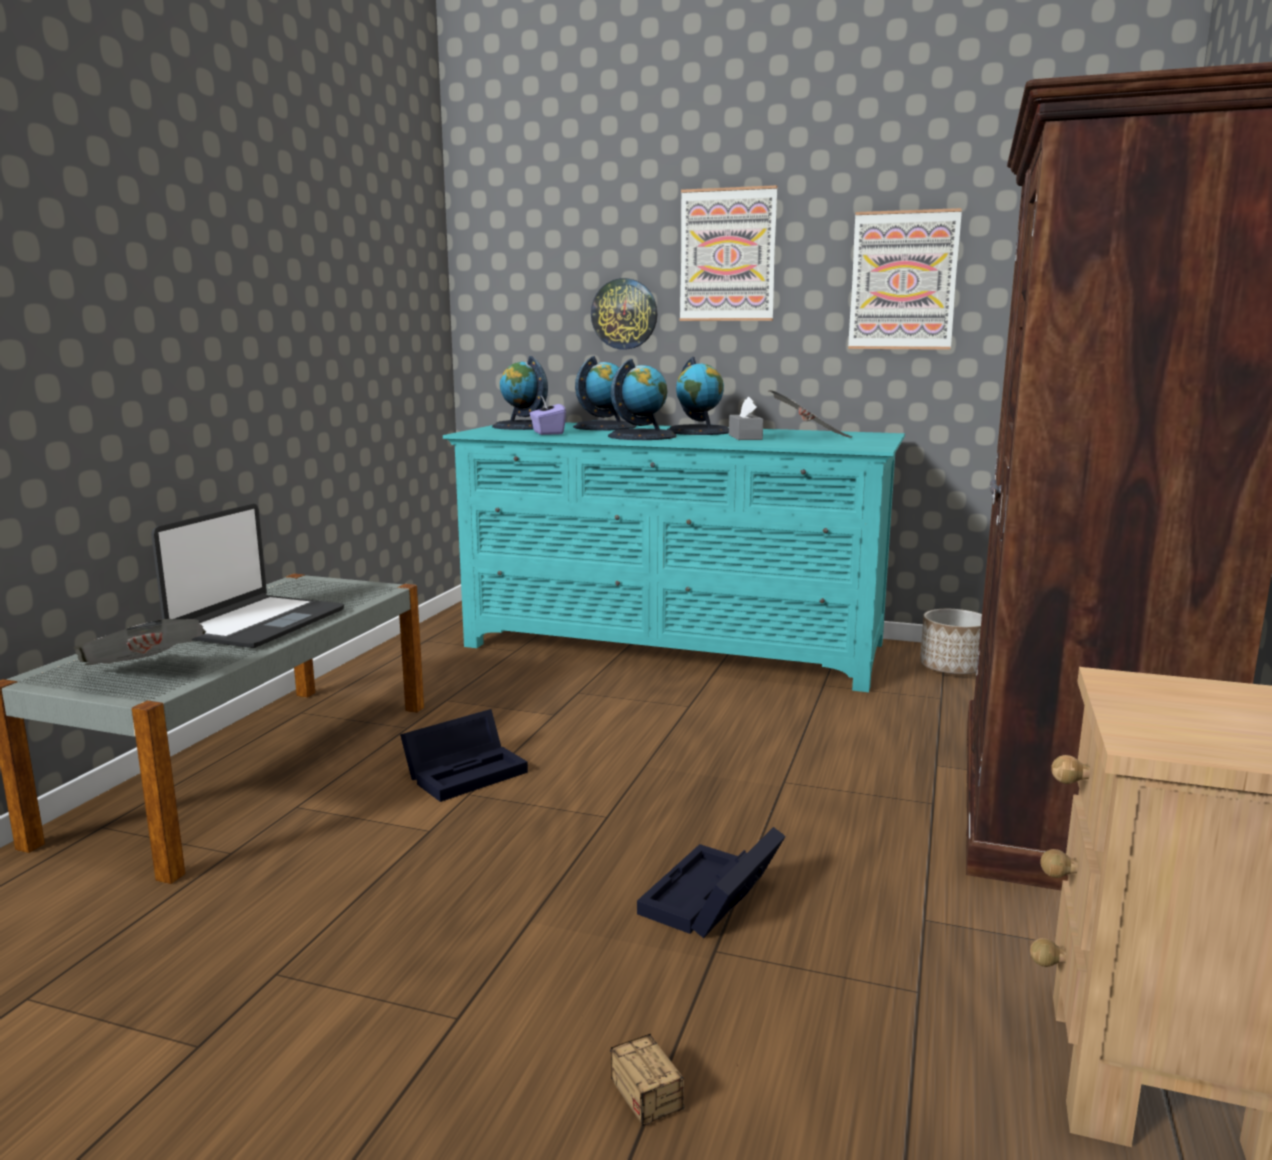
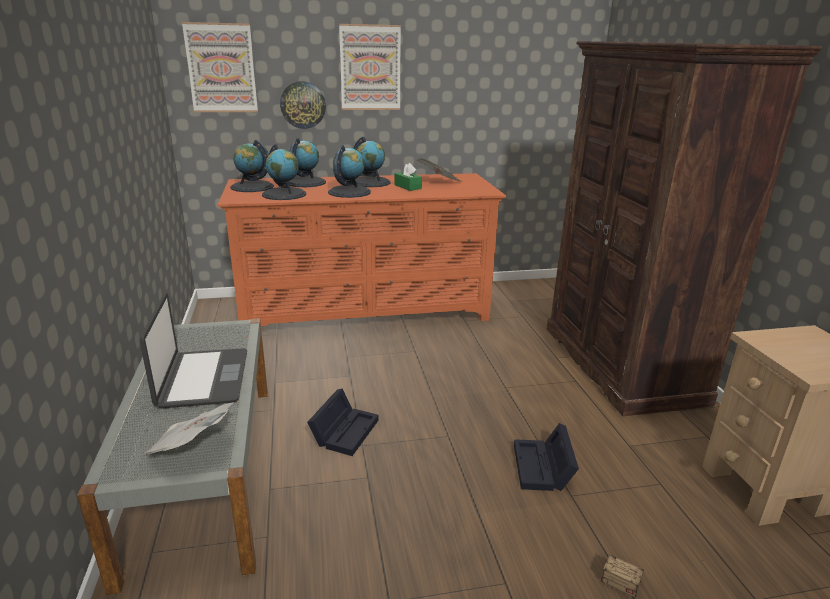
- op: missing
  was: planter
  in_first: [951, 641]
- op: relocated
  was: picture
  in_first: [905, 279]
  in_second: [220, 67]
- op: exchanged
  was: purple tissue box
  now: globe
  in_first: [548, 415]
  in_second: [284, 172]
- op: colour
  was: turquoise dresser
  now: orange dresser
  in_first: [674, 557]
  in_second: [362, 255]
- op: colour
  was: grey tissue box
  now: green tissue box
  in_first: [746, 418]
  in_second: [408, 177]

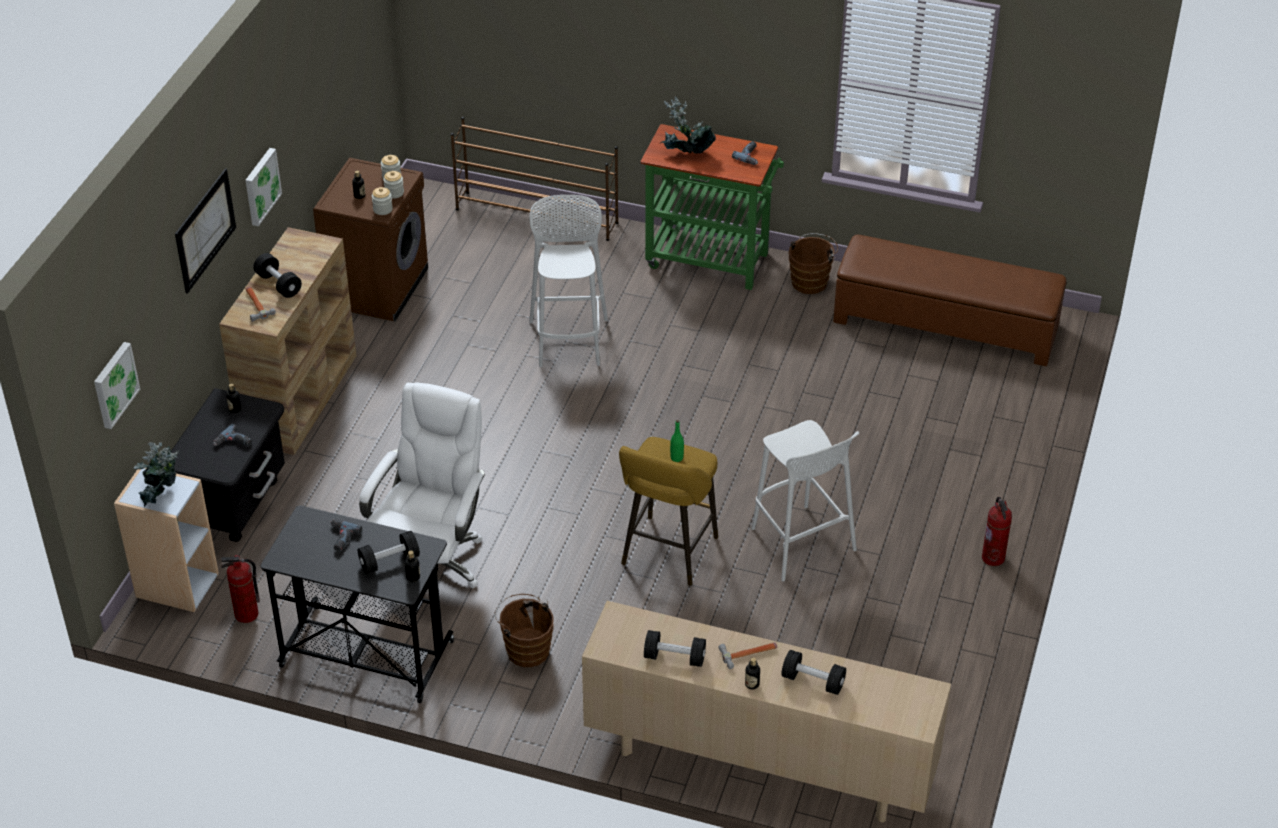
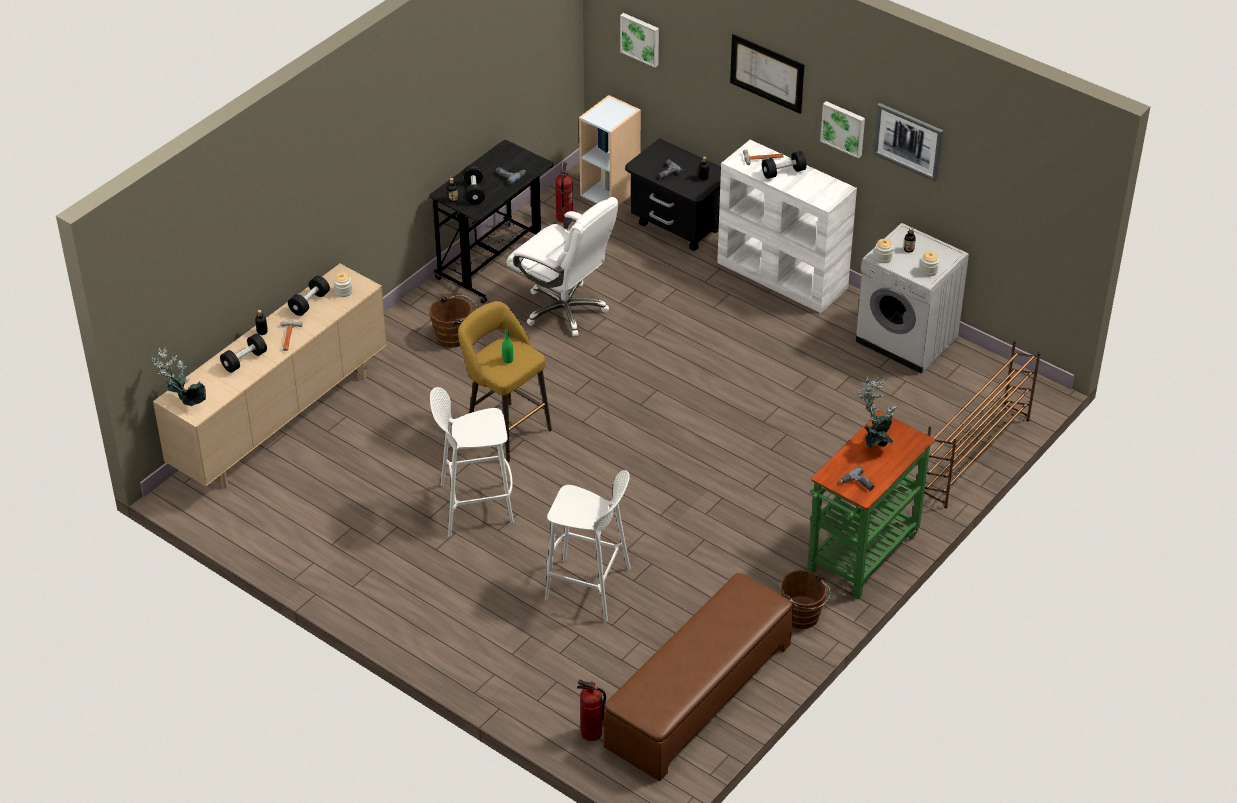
- op: appeared
  now: picture
  in_second: [908, 142]
- op: relocated
  was: potted plant
  in_first: [156, 474]
  in_second: [179, 377]
- op: relocated
  was: jar
  in_first: [393, 185]
  in_second: [343, 284]
- op: relocated
  was: white stool
  in_first: [568, 281]
  in_second: [588, 546]
- op: relocated
  was: fire extinguisher
  in_first: [997, 531]
  in_second: [591, 710]
- op: colour
  was: brown bookcase
  now: white bookcase
  in_first: [288, 341]
  in_second: [787, 226]
- op: colour
  was: brown washing machine
  now: white washing machine
  in_first: [370, 240]
  in_second: [912, 298]

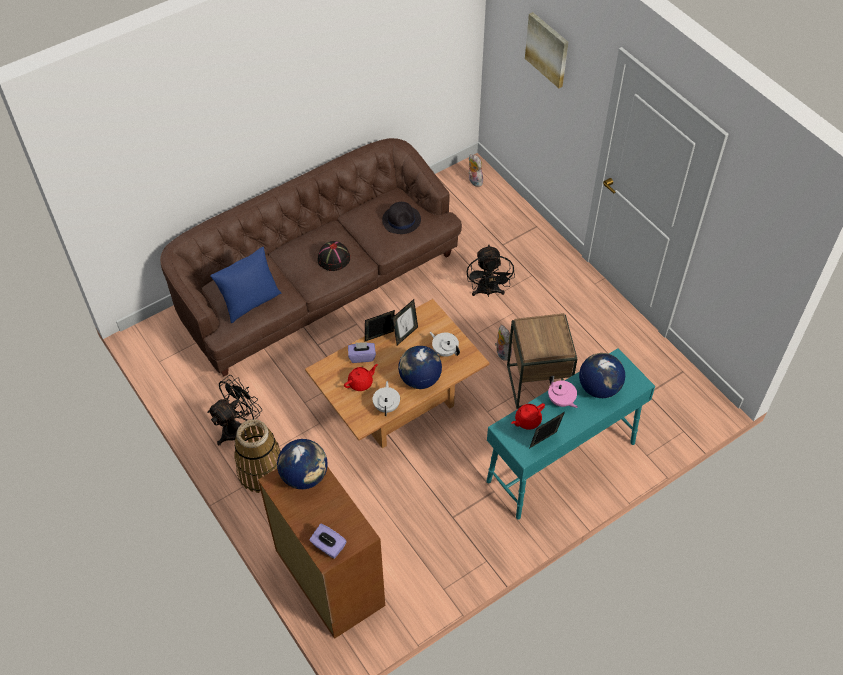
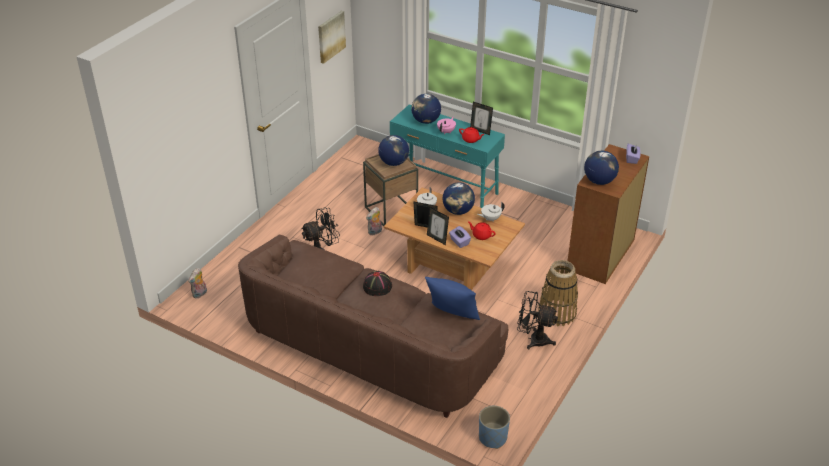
- op: missing
  was: black hat
  in_first: [401, 218]
- op: appeared
  now: globe
  in_second: [393, 150]
- op: appeared
  now: blue planter
  in_second: [494, 427]
- op: relocated
  was: picture
  in_first: [546, 50]
  in_second: [332, 37]

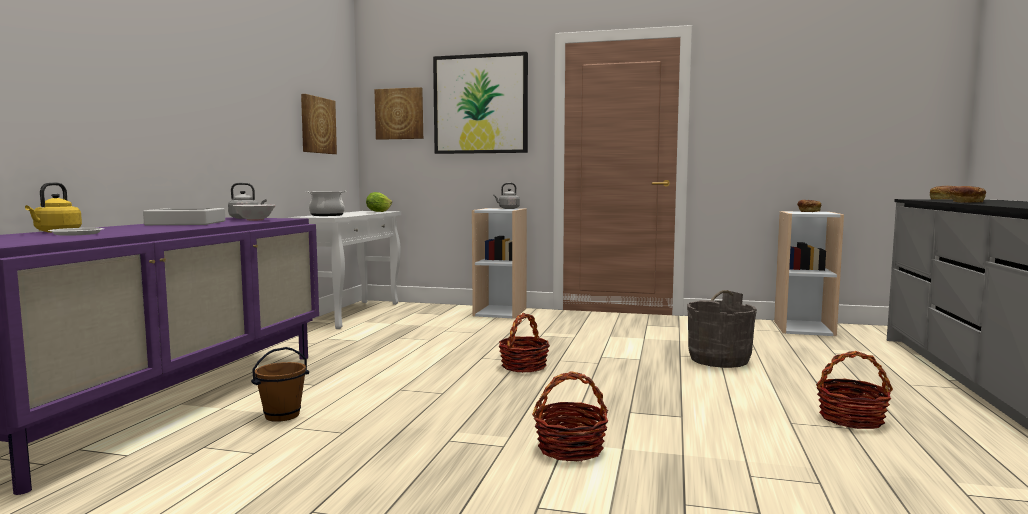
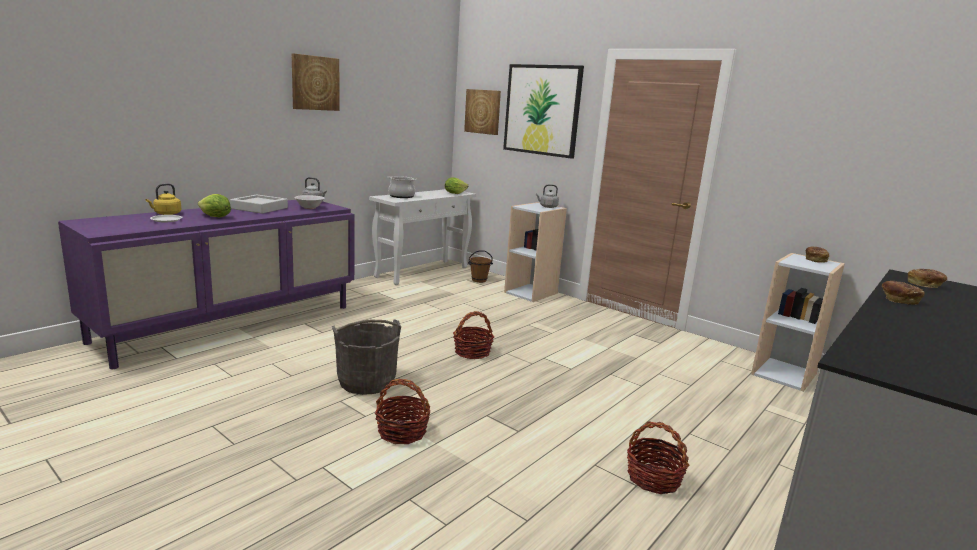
- op: appeared
  now: lettuce
  in_second: [214, 205]
- op: relocated
  was: brown bucket
  in_first: [280, 384]
  in_second: [480, 267]
- op: relocated
  was: picture
  in_first: [319, 124]
  in_second: [315, 82]
- op: relocated
  was: grey bucket
  in_first: [722, 329]
  in_second: [366, 357]

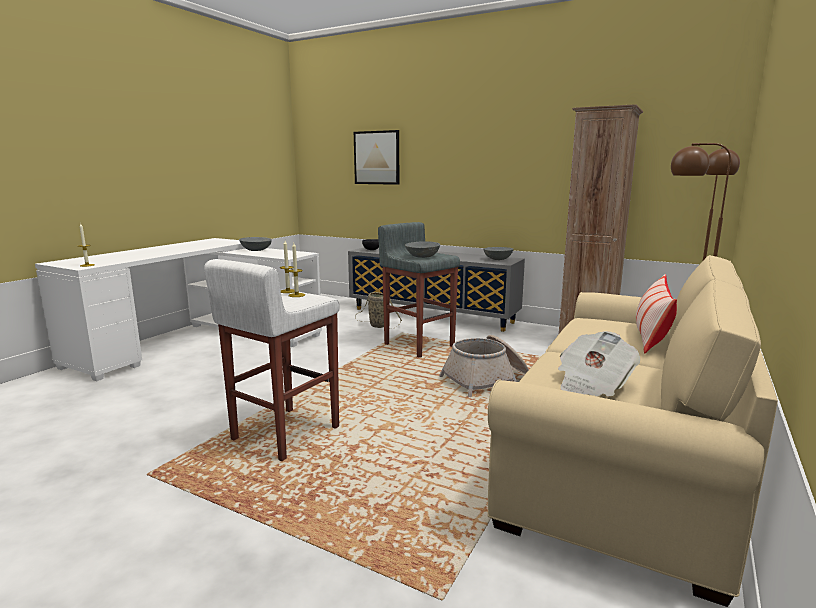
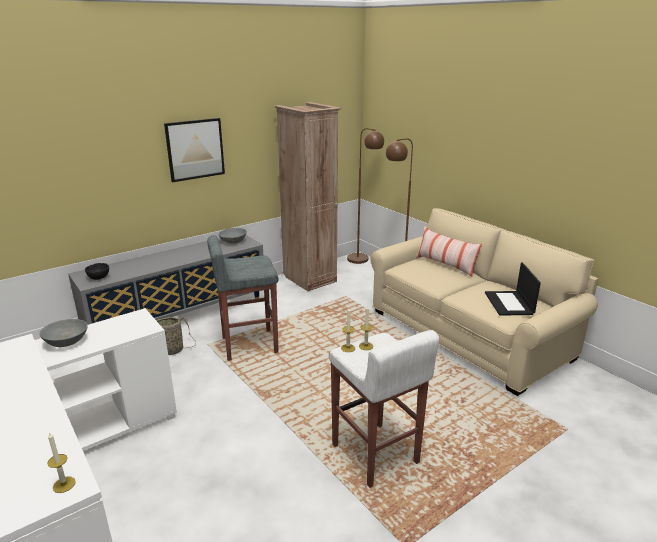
- op: missing
  was: grey bowl
  in_first: [422, 249]
- op: missing
  was: basket
  in_first: [484, 366]
- op: relocated
  was: picture
  in_first: [376, 157]
  in_second: [194, 150]
- op: exchanged
  was: newspaper
  now: laptop
  in_first: [599, 364]
  in_second: [513, 289]

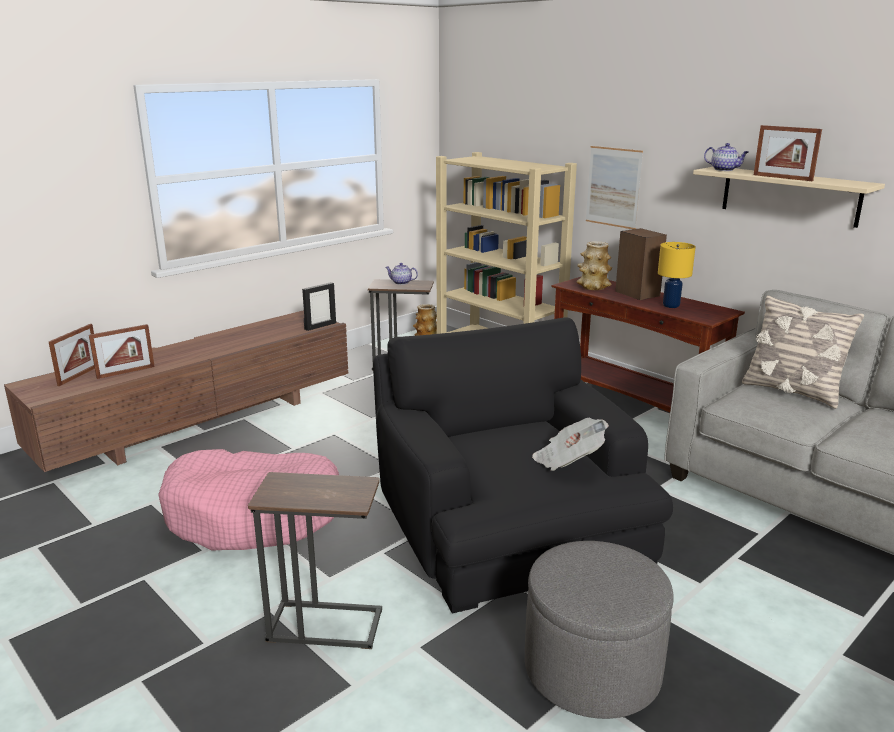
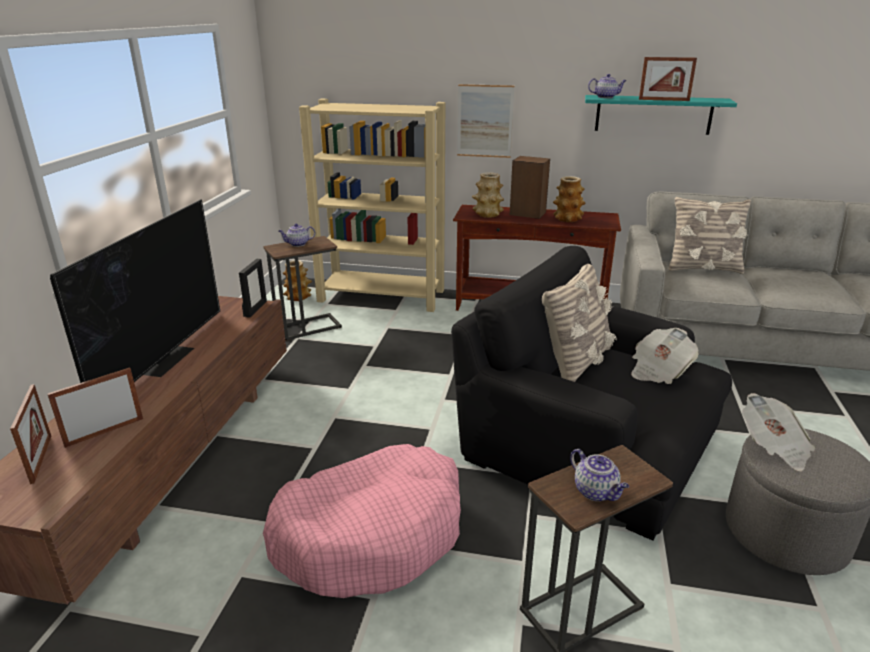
- op: appeared
  now: television
  in_second: [135, 291]
- op: appeared
  now: beige pillow
  in_second: [579, 323]
- op: appeared
  now: teapot
  in_second: [599, 475]
- op: appeared
  now: newspaper
  in_second: [778, 432]
- op: exchanged
  was: yellow table lamp
  now: vase
  in_first: [677, 275]
  in_second: [569, 199]
- op: colour
  was: beige shelf
  now: turquoise shelf
  in_first: [789, 197]
  in_second: [661, 115]
- op: spun
  was: picture frame
  in_first: [122, 351]
  in_second: [95, 407]
  clockwise: -150

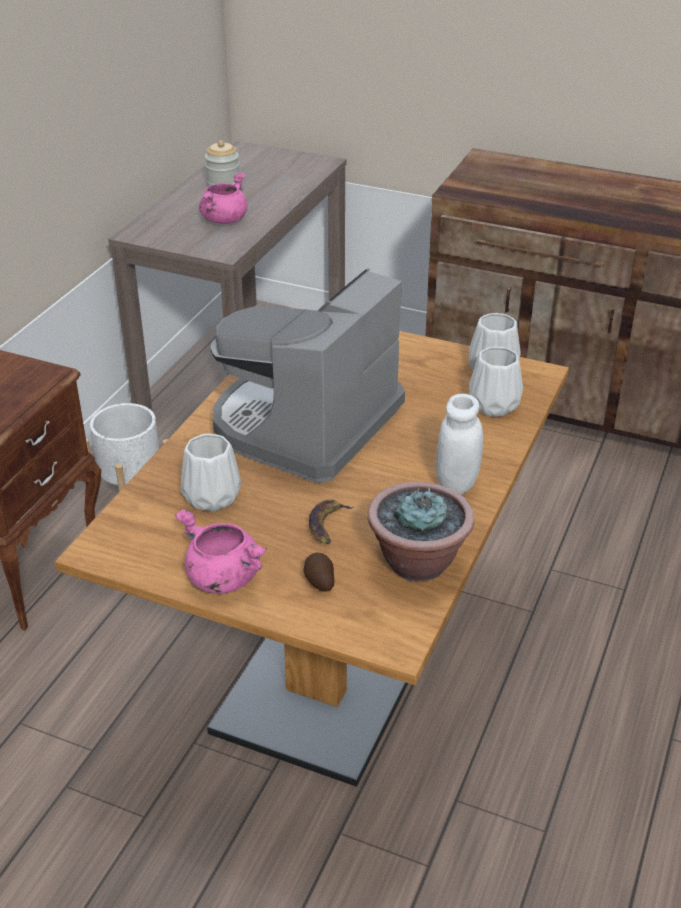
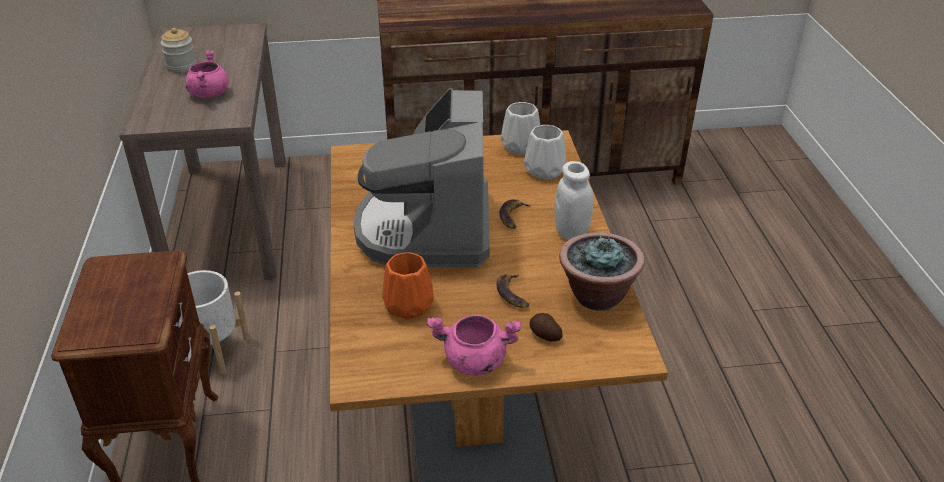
- op: appeared
  now: banana
  in_second: [515, 214]
- op: colour
  was: white vase
  now: orange vase
  in_first: [211, 472]
  in_second: [408, 285]

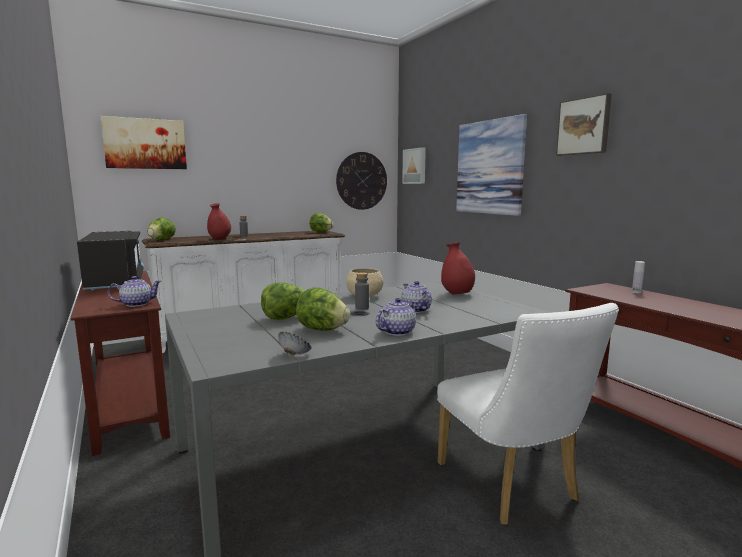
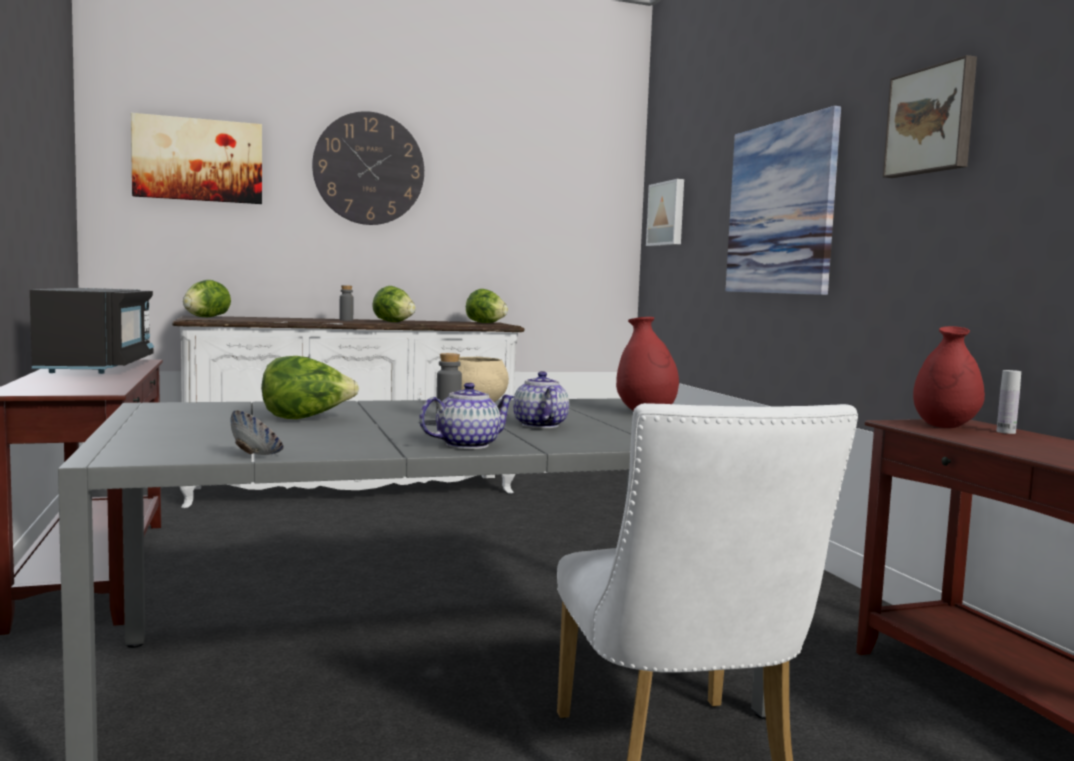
- op: missing
  was: teapot
  in_first: [135, 291]
- op: relocated
  was: red vase
  in_first: [219, 221]
  in_second: [949, 377]
- op: relocated
  was: lettuce
  in_first: [323, 309]
  in_second: [394, 304]
- op: relocated
  was: wall clock
  in_first: [361, 181]
  in_second: [368, 168]

